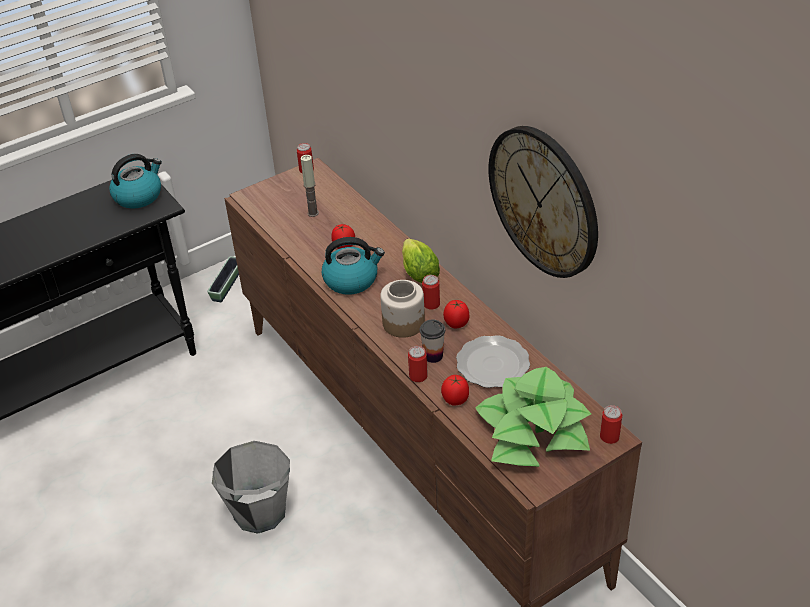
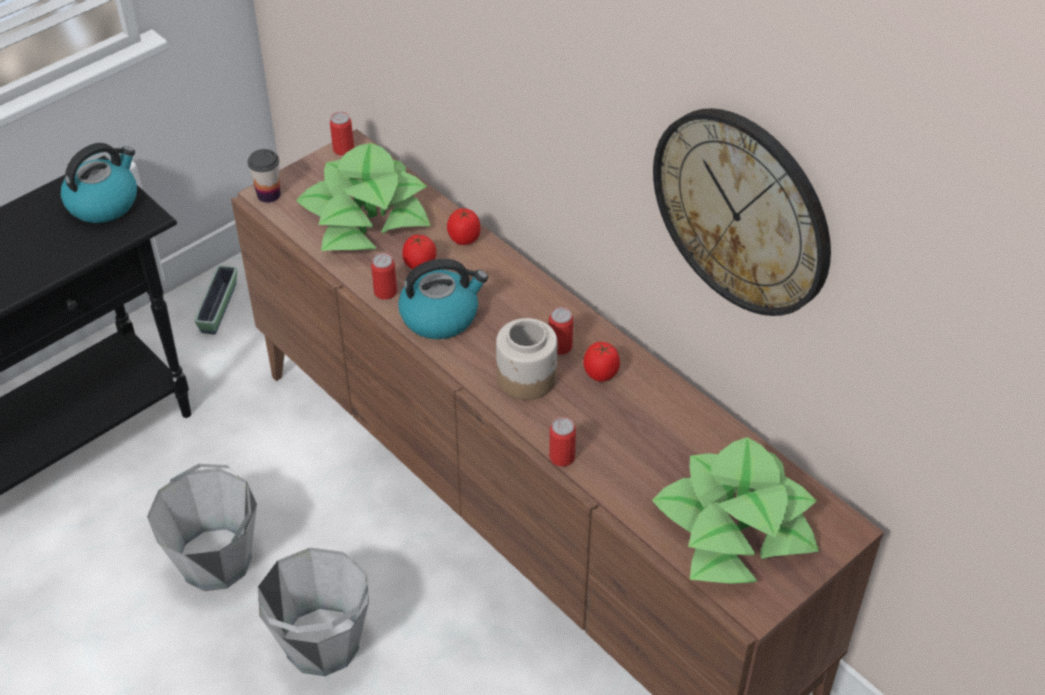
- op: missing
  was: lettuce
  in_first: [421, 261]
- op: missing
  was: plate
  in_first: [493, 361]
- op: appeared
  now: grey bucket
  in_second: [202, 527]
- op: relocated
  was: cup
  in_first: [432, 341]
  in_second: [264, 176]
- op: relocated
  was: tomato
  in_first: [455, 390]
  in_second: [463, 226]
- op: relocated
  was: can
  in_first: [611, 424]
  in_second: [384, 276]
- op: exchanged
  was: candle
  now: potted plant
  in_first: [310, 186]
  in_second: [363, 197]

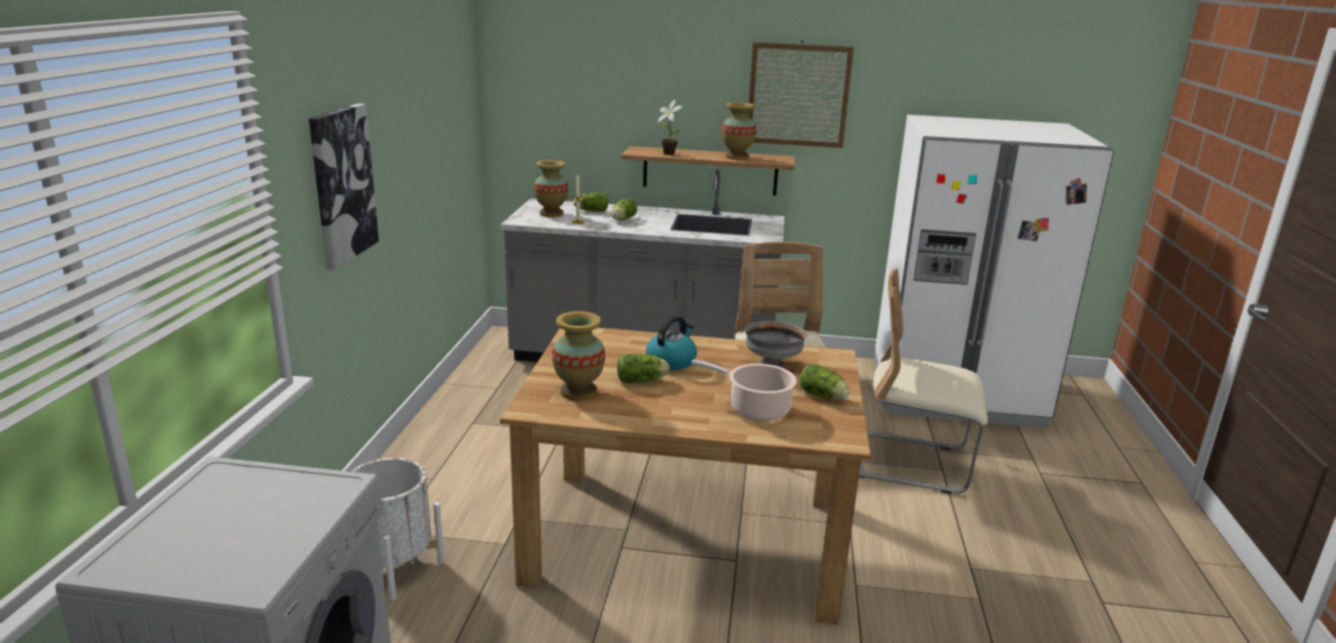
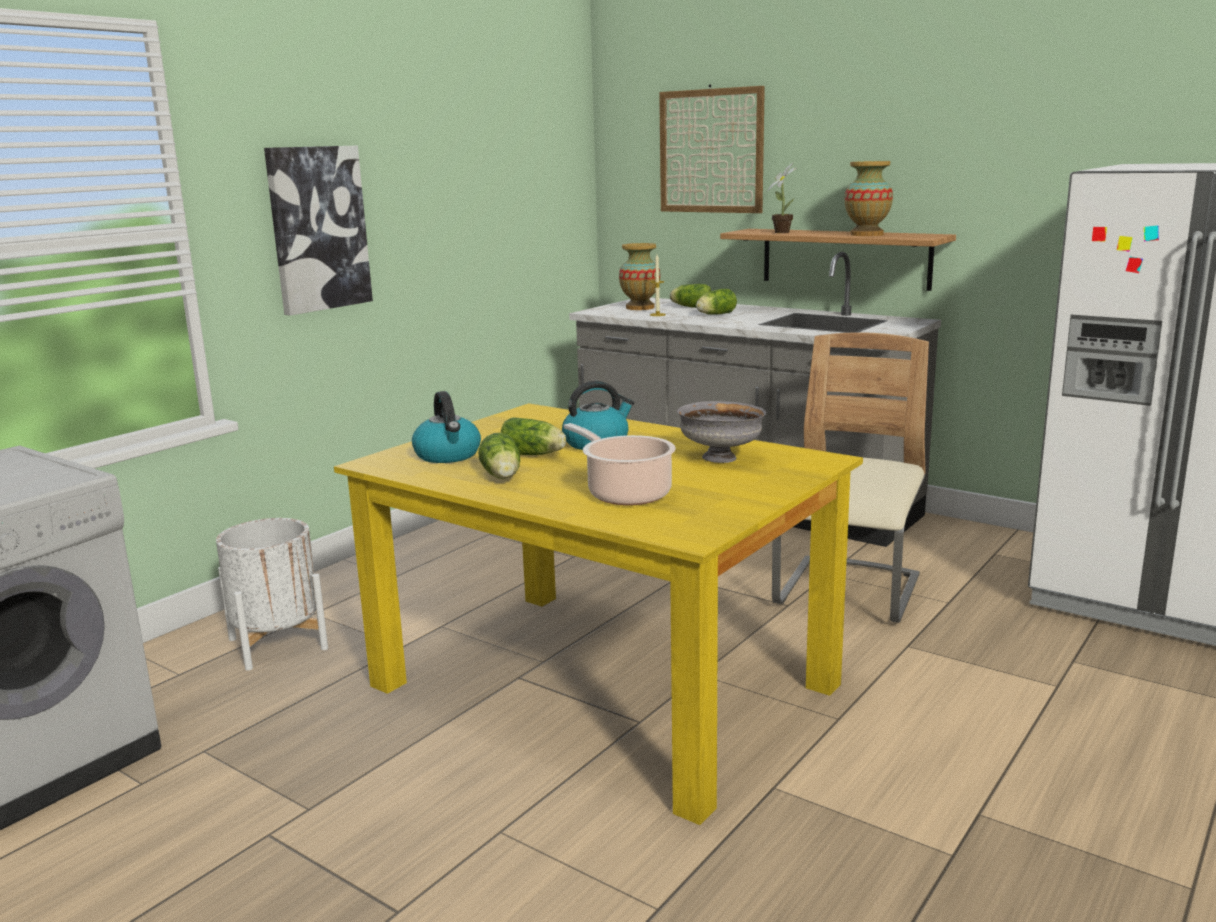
- op: missing
  was: beige chair
  in_first: [923, 381]
- op: relocated
  was: picture
  in_first: [801, 94]
  in_second: [712, 148]
- op: relocated
  was: lettuce
  in_first: [825, 382]
  in_second: [499, 456]
- op: exchanged
  was: vase
  now: kettle
  in_first: [578, 356]
  in_second: [446, 427]
- op: colour
  was: brown dining table
  now: yellow dining table
  in_first: [685, 476]
  in_second: [598, 614]

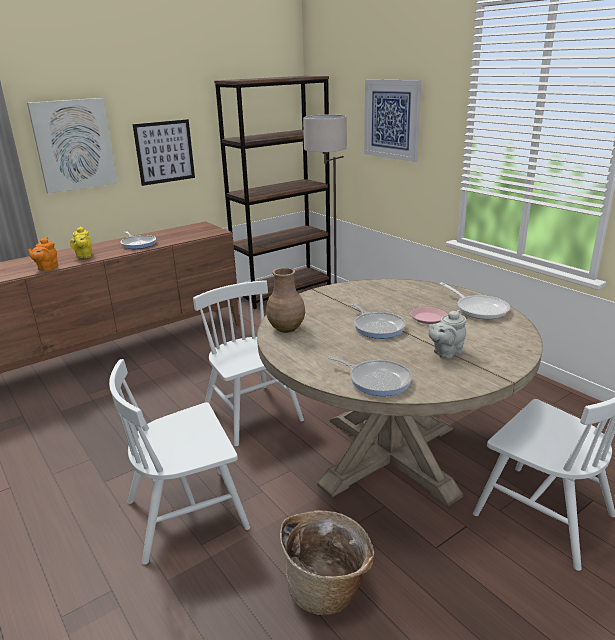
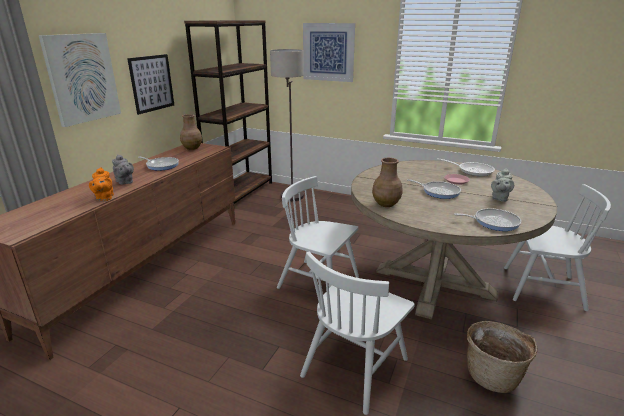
- op: appeared
  now: brown vase
  in_second: [191, 132]
- op: colour
  was: yellow teapot
  now: grey teapot
  in_first: [81, 242]
  in_second: [123, 170]

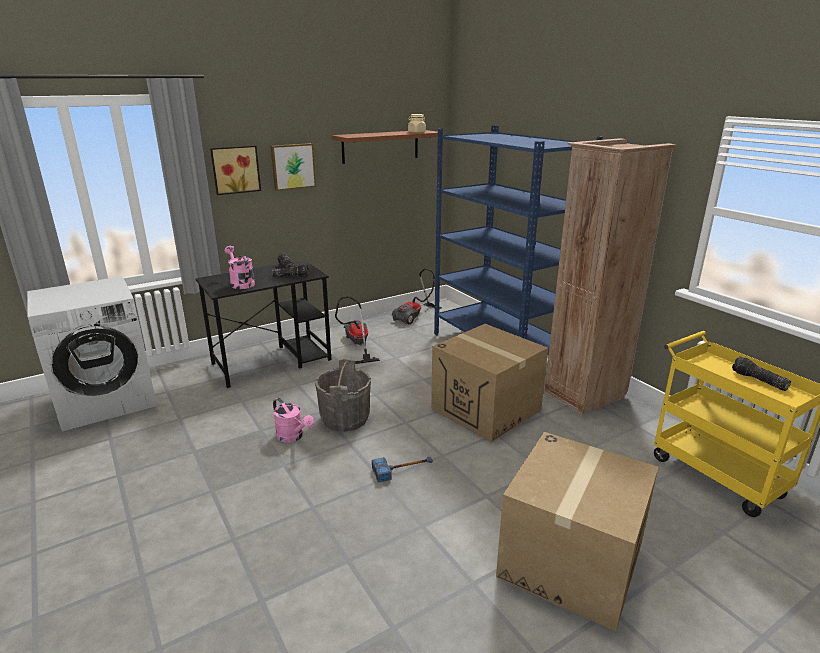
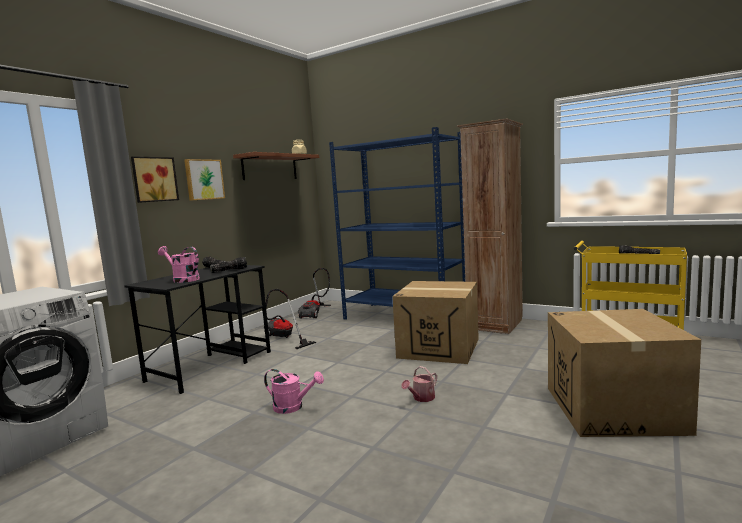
- op: missing
  was: grey bucket
  in_first: [343, 395]
- op: exchanged
  was: hammer
  now: watering can
  in_first: [402, 469]
  in_second: [419, 384]

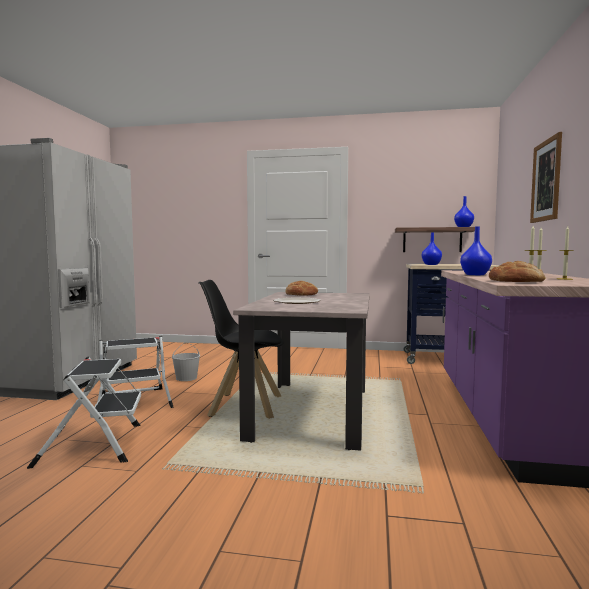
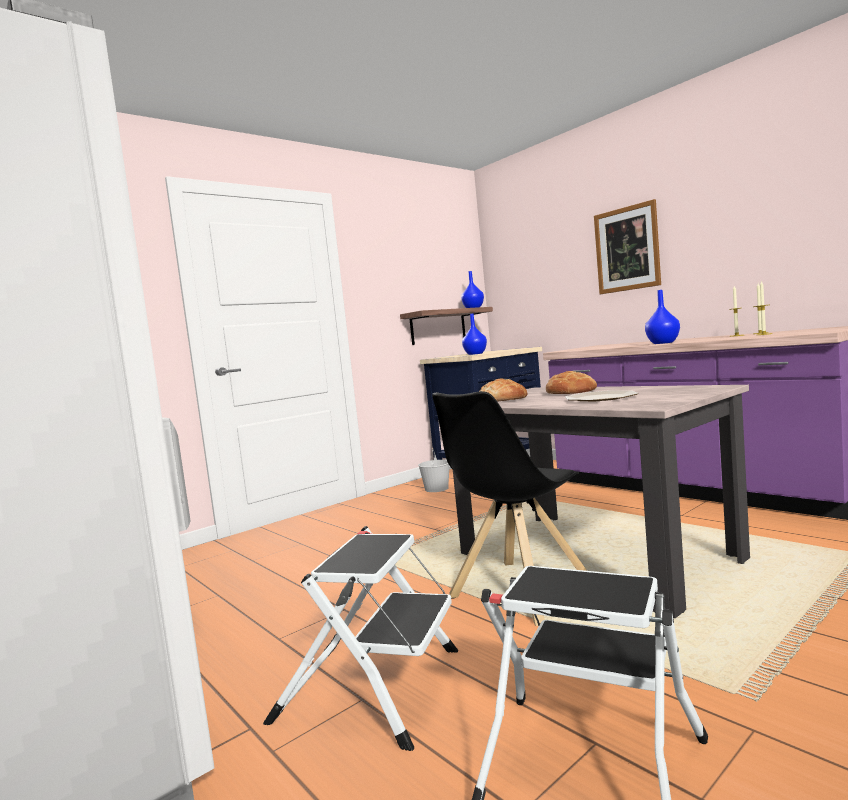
- op: relocated
  was: white bucket
  in_first: [186, 362]
  in_second: [433, 470]
- op: relocated
  was: bread
  in_first: [517, 271]
  in_second: [571, 382]

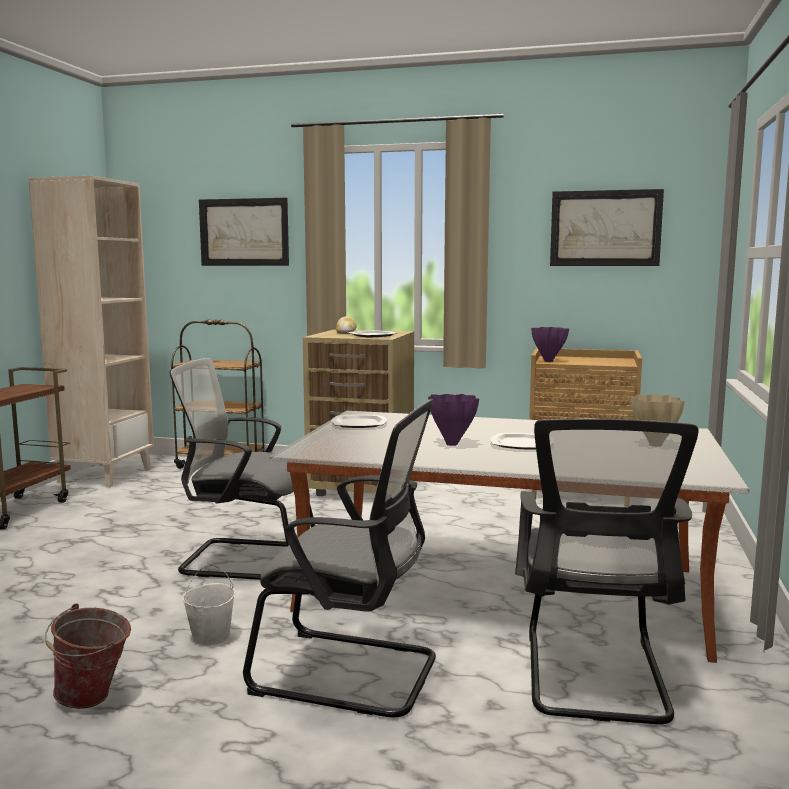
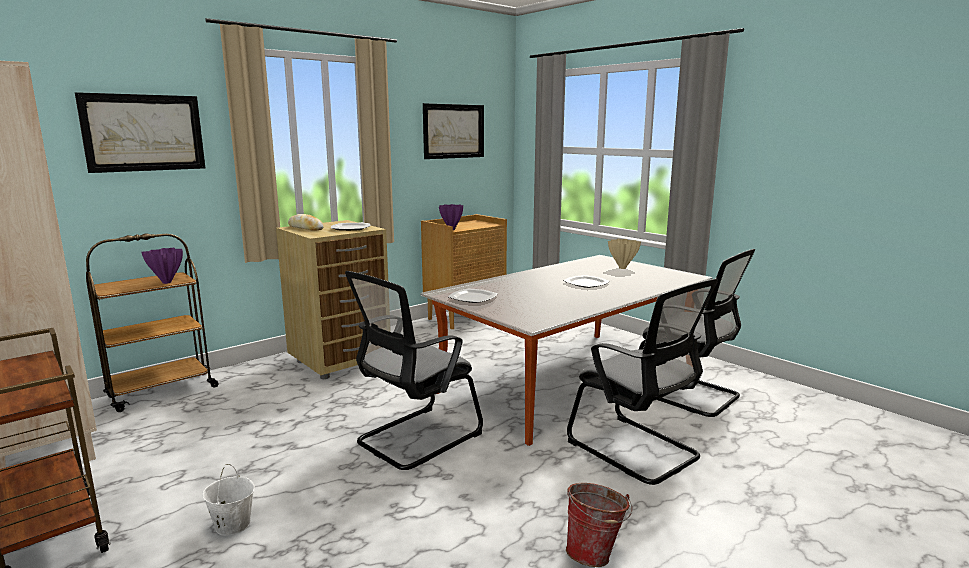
- op: relocated
  was: white bucket
  in_first: [208, 604]
  in_second: [228, 500]
- op: relocated
  was: purple vase
  in_first: [453, 420]
  in_second: [162, 266]
- op: spun
  was: chair
  in_first: [339, 558]
  in_second: [642, 382]
  clockwise: 90

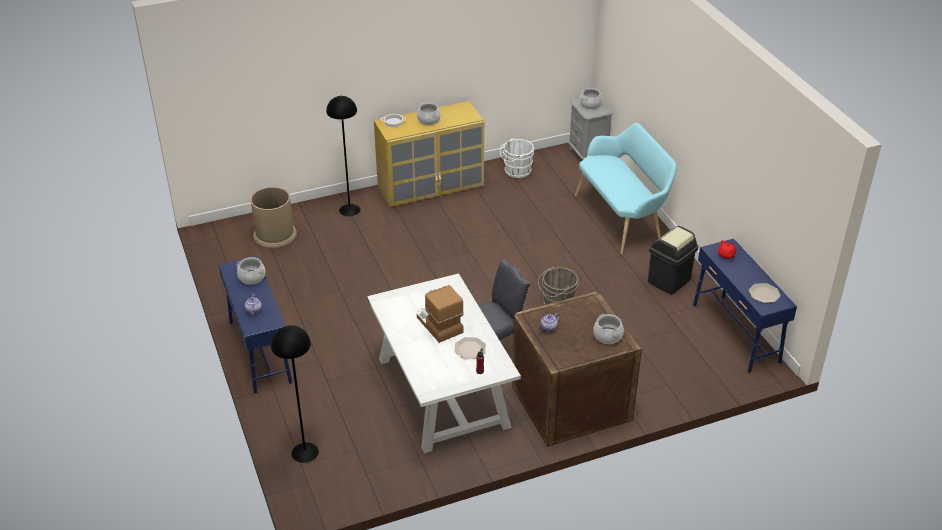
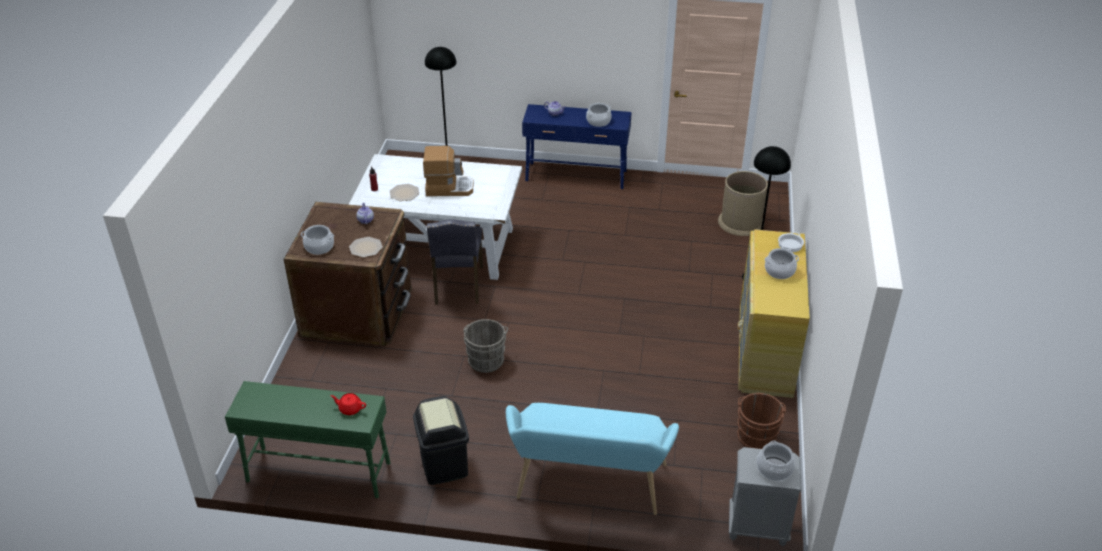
- op: relocated
  was: plate
  in_first: [765, 293]
  in_second: [366, 247]
- op: colour
  was: white bucket
  now: brown bucket
  in_first: [517, 158]
  in_second: [761, 421]
- op: colour
  was: blue console table
  now: green console table
  in_first: [745, 306]
  in_second: [308, 439]

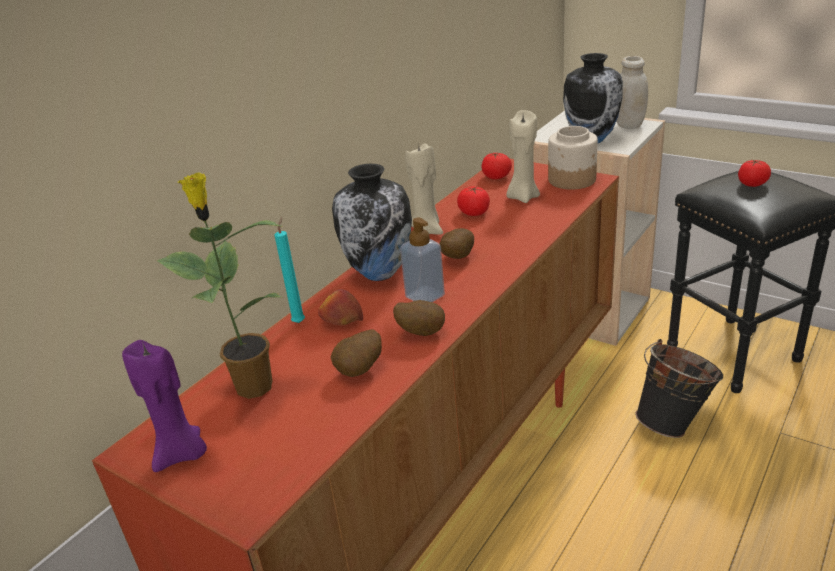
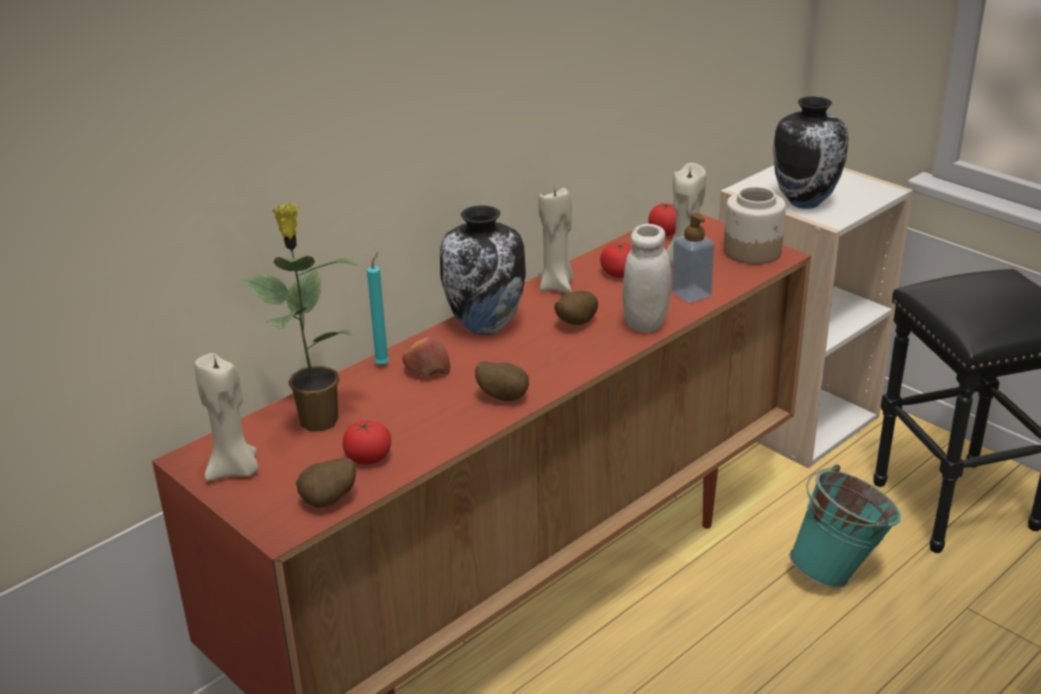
- op: relocated
  was: potato
  in_first: [356, 353]
  in_second: [326, 482]
- op: relocated
  was: soap dispenser
  in_first: [422, 259]
  in_second: [693, 258]
- op: relocated
  was: white jar
  in_first: [632, 92]
  in_second: [646, 278]
- op: relocated
  was: tomato
  in_first: [754, 173]
  in_second: [367, 443]
- op: colour
  was: purple candle
  now: beige candle
  in_first: [164, 406]
  in_second: [227, 417]
- op: colour
  was: black bucket
  now: turquoise bucket
  in_first: [679, 388]
  in_second: [845, 526]

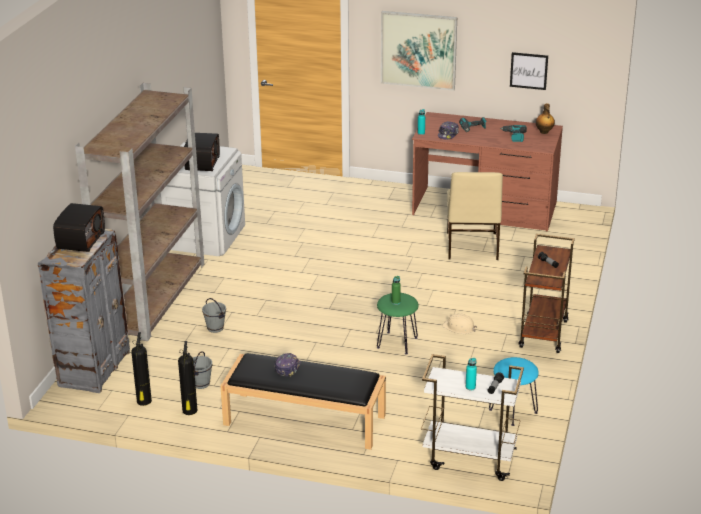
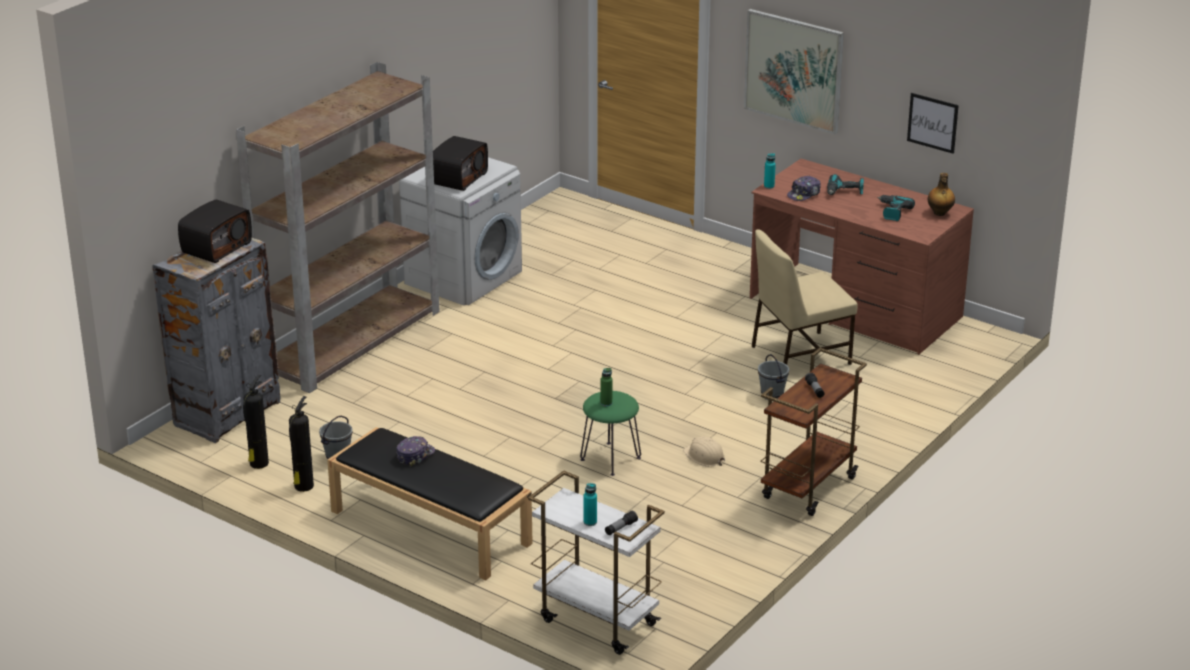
- op: missing
  was: turquoise stool
  in_first: [514, 391]
- op: relocated
  was: grey bucket
  in_first: [214, 315]
  in_second: [773, 377]
- op: spun
  was: beige chair
  in_first: [475, 216]
  in_second: [804, 297]
  clockwise: 45

